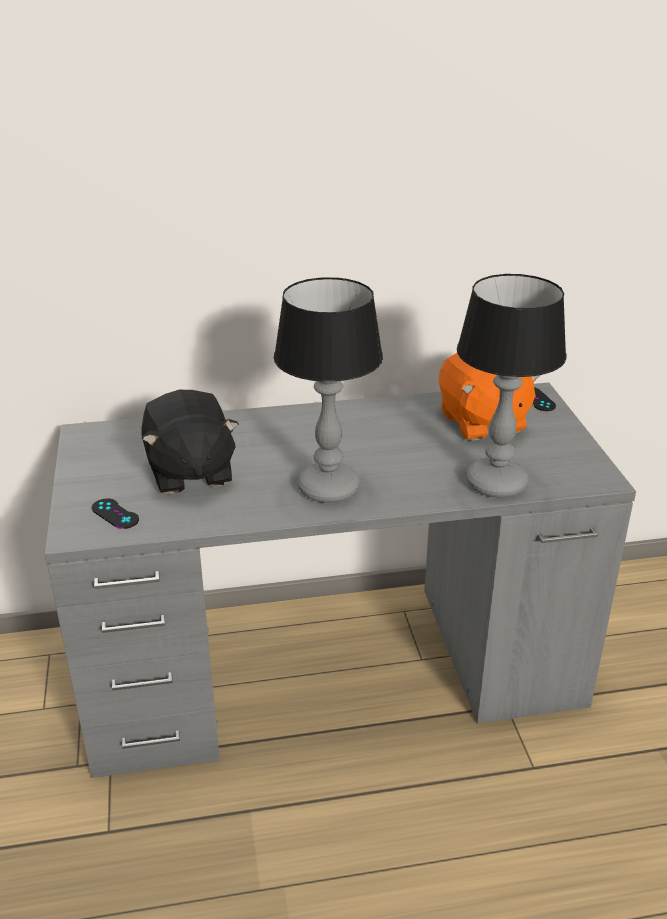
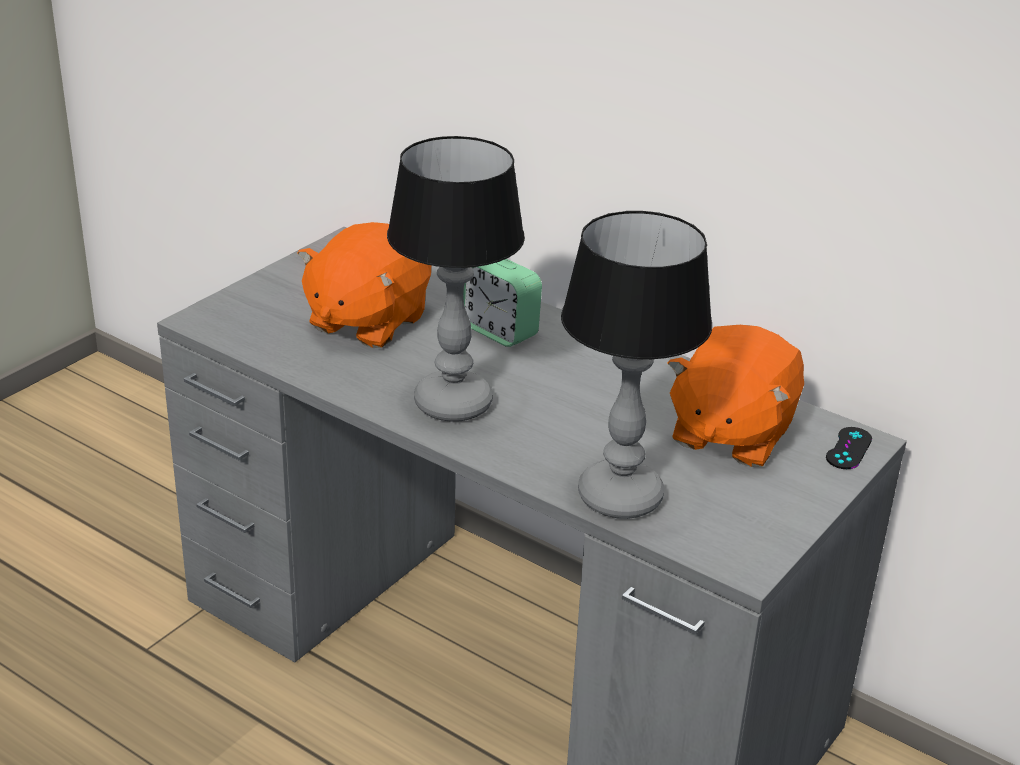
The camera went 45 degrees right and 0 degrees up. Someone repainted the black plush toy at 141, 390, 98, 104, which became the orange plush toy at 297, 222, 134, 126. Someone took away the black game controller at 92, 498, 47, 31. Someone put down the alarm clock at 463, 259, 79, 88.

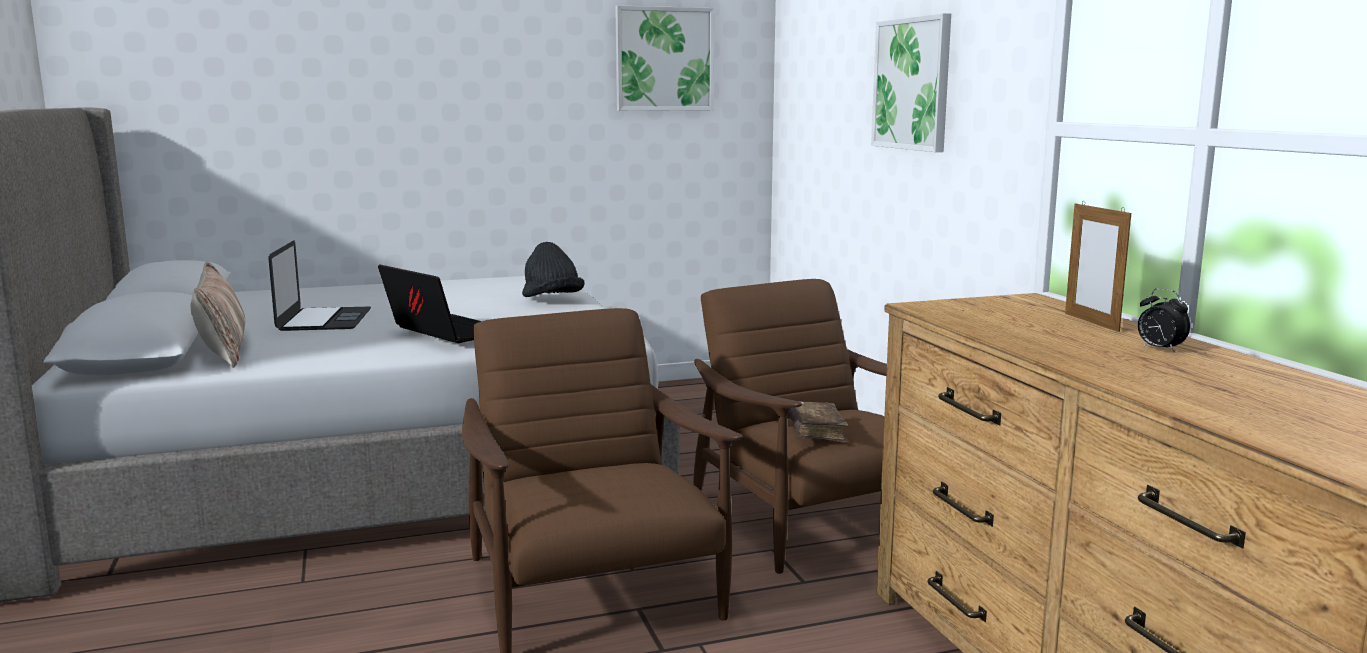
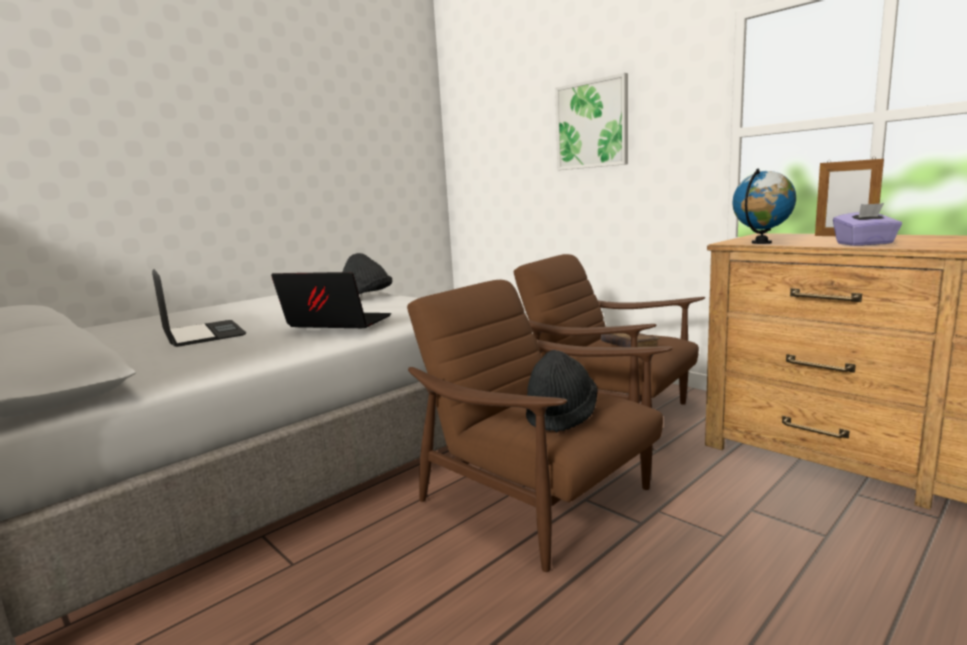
The camera went 25 degrees left and 0 degrees up. Someone took away the picture at 615, 5, 99, 106. Someone took away the pillow at 190, 261, 55, 107. Someone took away the alarm clock at 1138, 288, 52, 65. Someone put down the globe at 732, 169, 64, 75. Someone put down the purple tissue box at 833, 203, 69, 43. Someone put down the black hat at 526, 350, 72, 83.

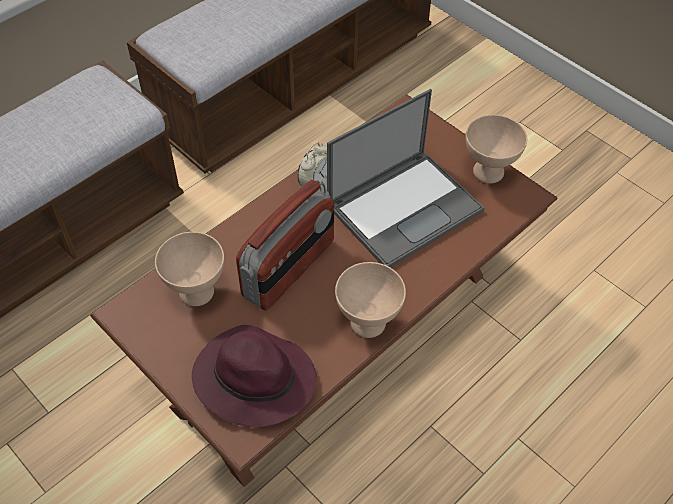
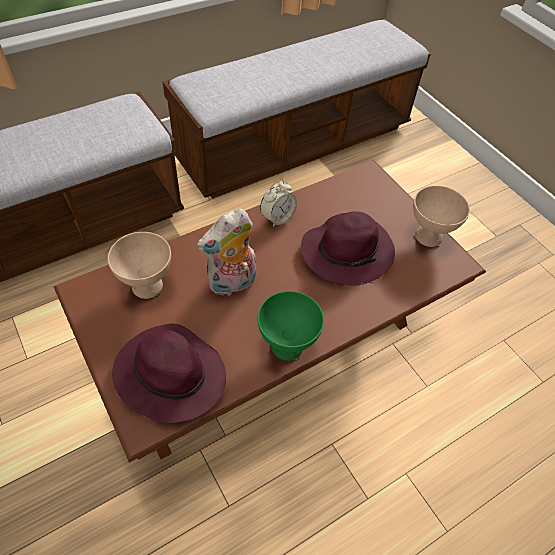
The camera went 10 degrees right and 0 degrees up. Someone swapped the laptop at 327, 89, 157, 179 for the purple hat at 301, 211, 94, 75. Someone swapped the radio at 236, 180, 98, 131 for the plush toy at 197, 209, 59, 87. Someone repainted the beige bowl at 335, 262, 71, 76, which became the green bowl at 257, 291, 67, 70.

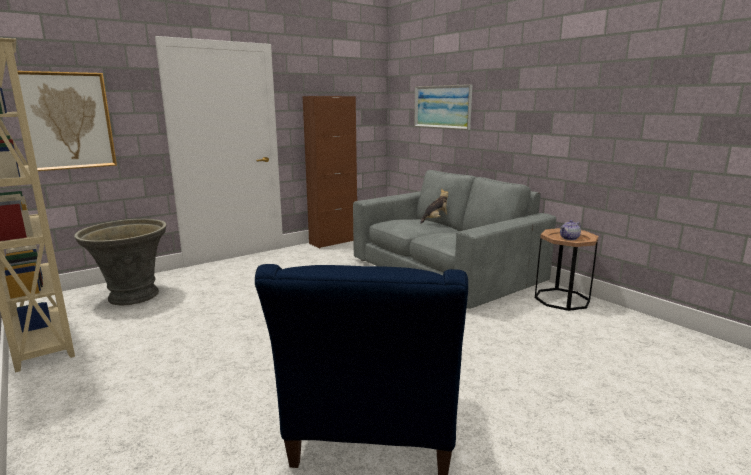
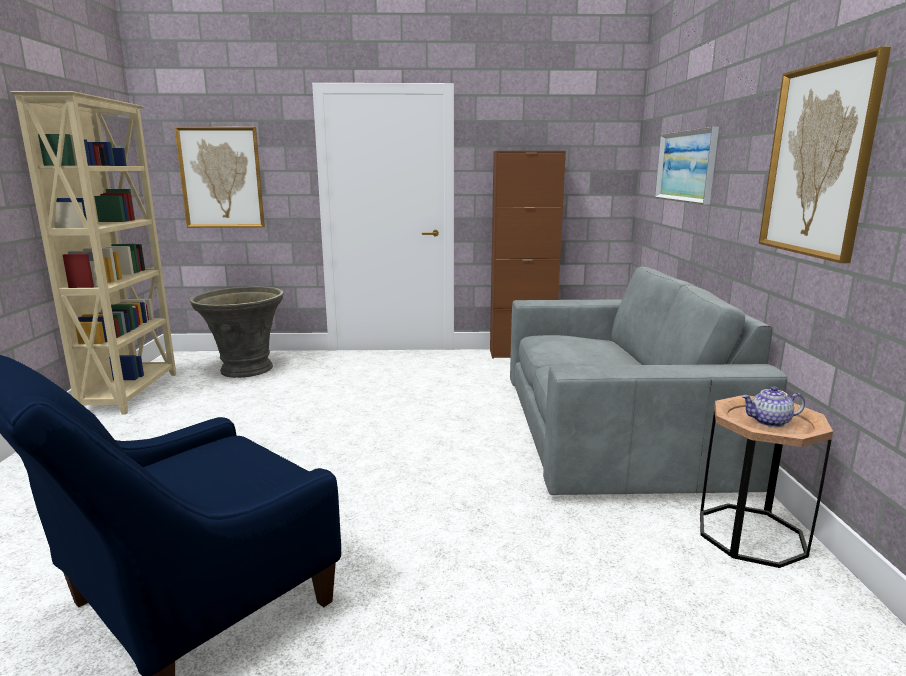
The camera went 35 degrees right and 0 degrees up. Someone took away the plush toy at 420, 188, 29, 36. Someone put up the picture at 759, 47, 132, 216.

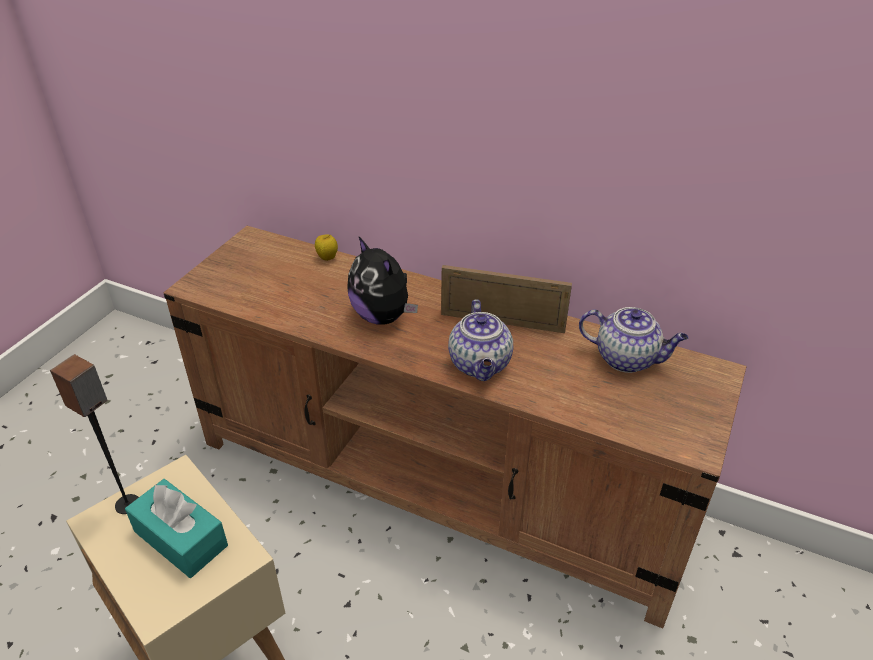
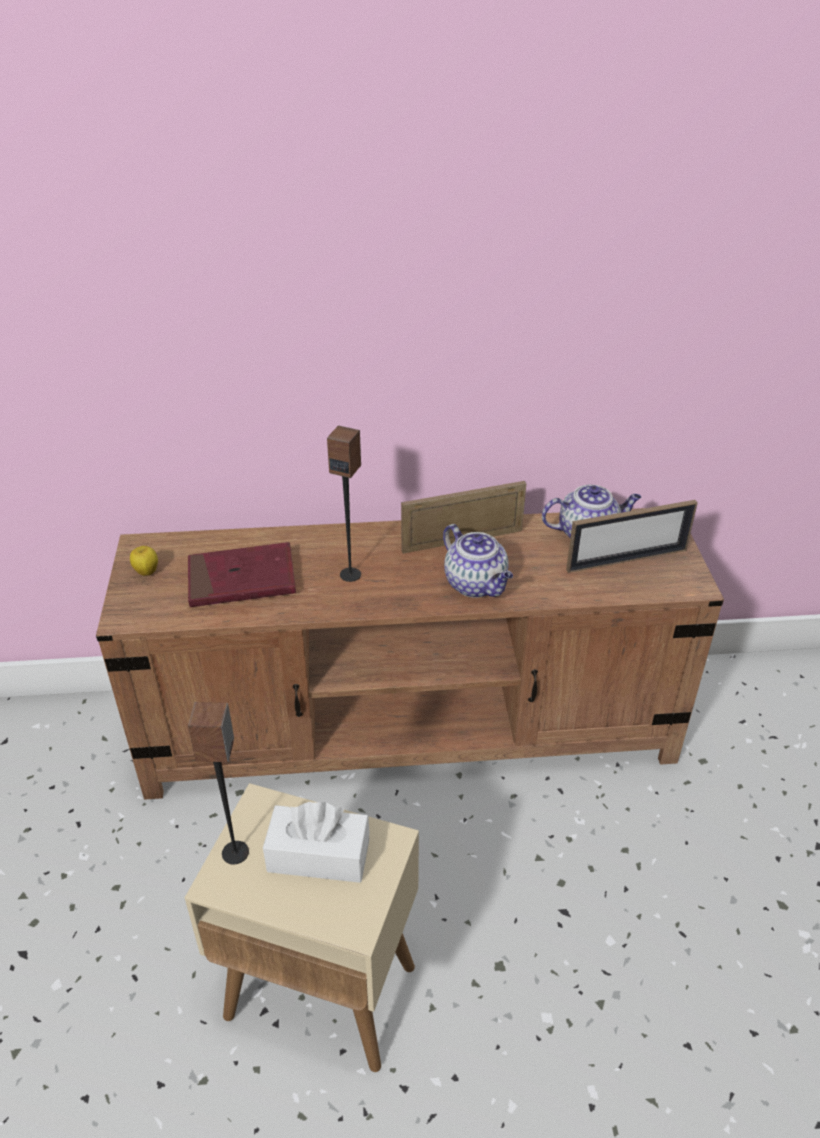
The camera went 30 degrees left and 0 degrees up. Someone carried the apple from 315, 234, 23, 27 to 130, 545, 28, 31. Someone swapped the plush toy at 347, 237, 71, 88 for the speaker at 327, 425, 34, 157. Someone repainted the turquoise tissue box at 125, 479, 103, 99, which became the white tissue box at 263, 802, 107, 81. Someone put down the picture frame at 566, 500, 132, 73. Someone put down the red book at 188, 542, 108, 65.

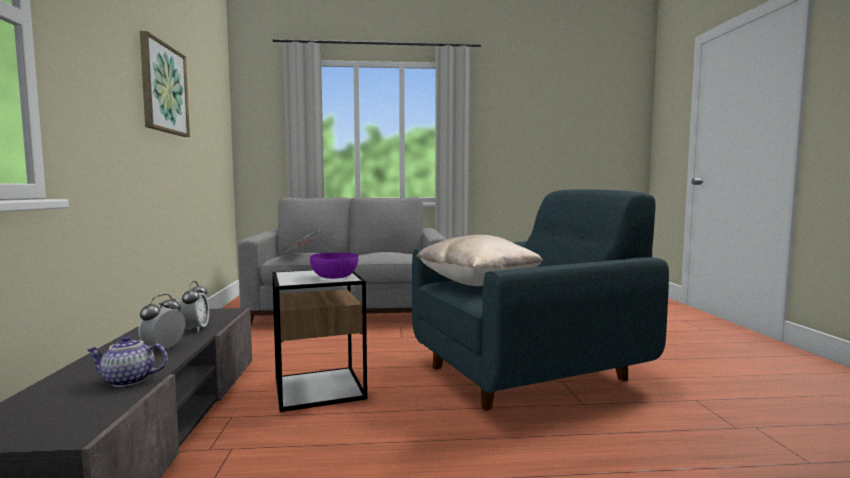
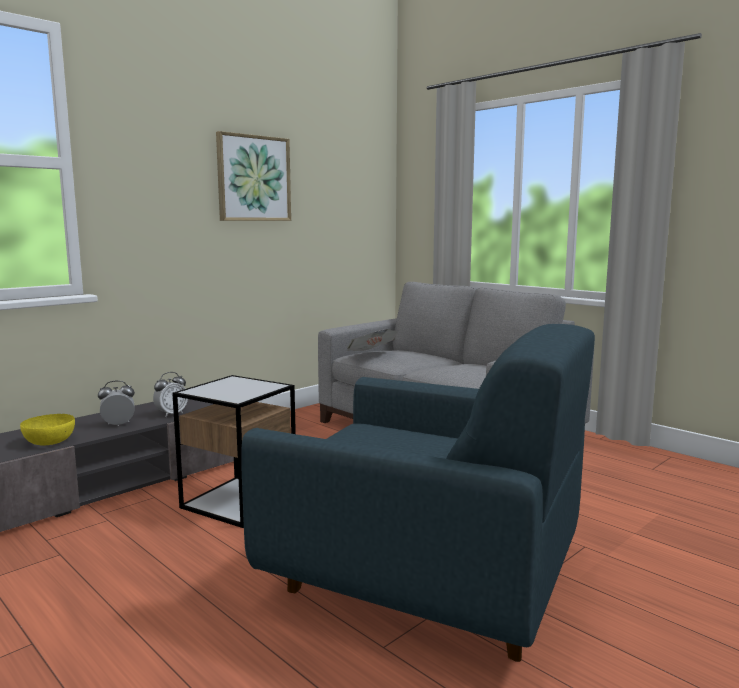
The camera went 50 degrees right and 5 degrees up. Someone took away the beige pillow at 416, 235, 127, 51. Someone took away the purple bowl at 310, 253, 48, 26. Someone swapped the teapot at 86, 336, 82, 51 for the yellow bowl at 20, 414, 55, 31.

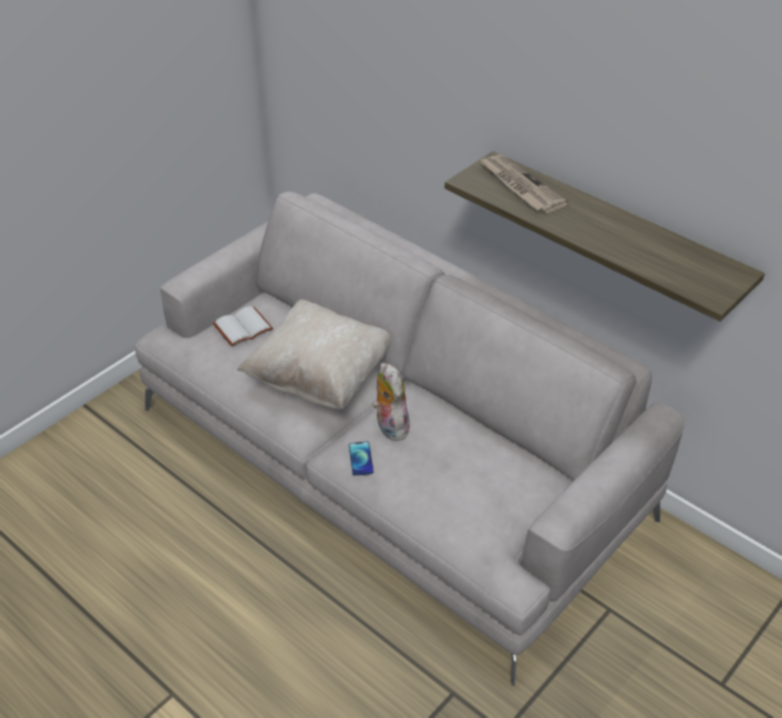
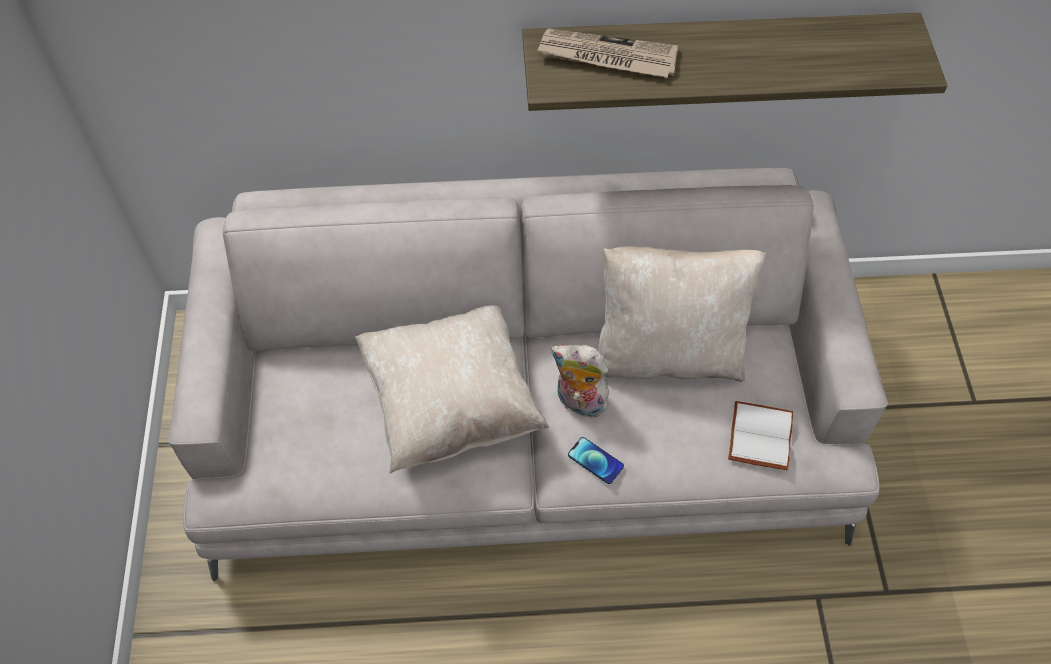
The camera went 45 degrees left and 15 degrees up. Someone carried the white book from 213, 306, 60, 41 to 728, 401, 65, 69. Someone put down the beige pillow at 599, 246, 167, 136.

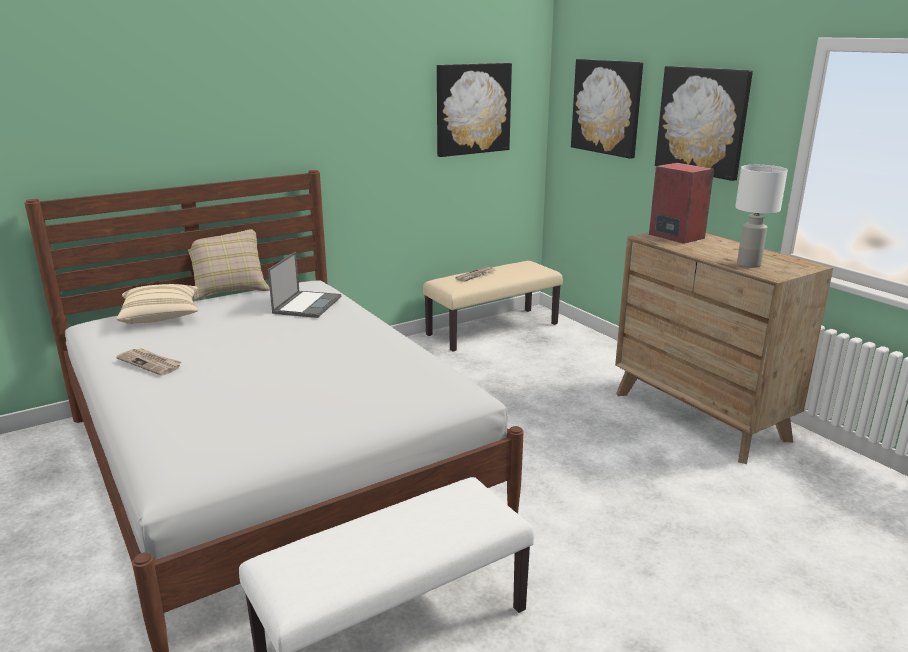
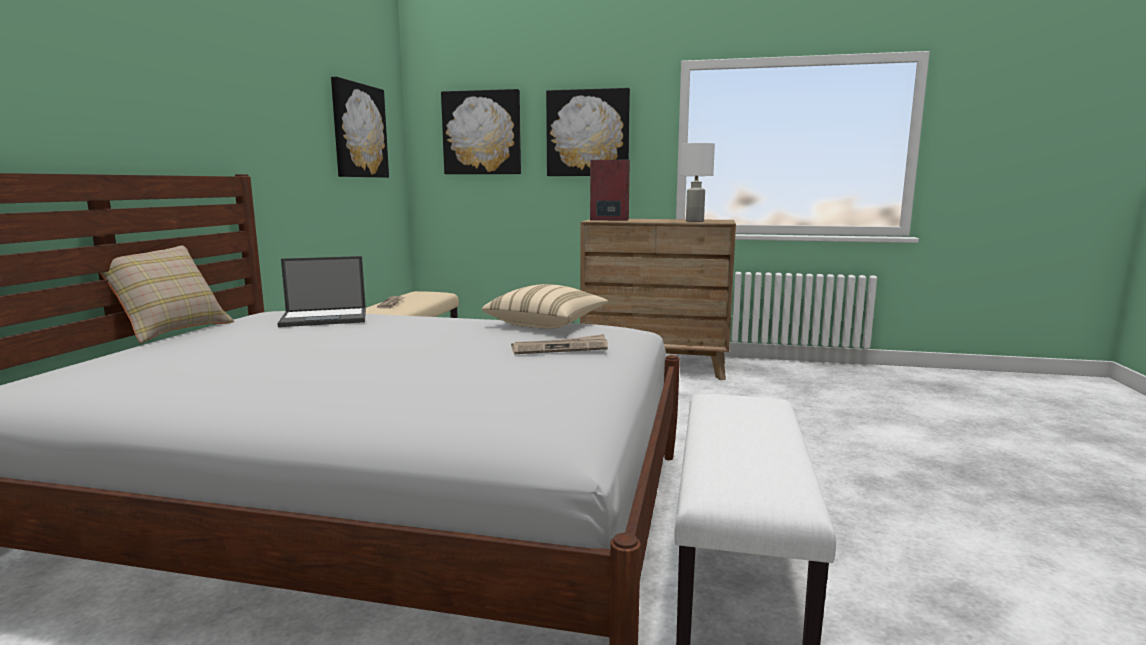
The camera went 45 degrees left and 10 degrees down. Someone rotated the laptop at 268, 252, 73, 66 by 105 degrees clockwise. Someone carried the beige pillow from 116, 284, 82, 40 to 482, 284, 126, 45. Someone carried the newspaper from 116, 348, 66, 28 to 511, 334, 97, 20.

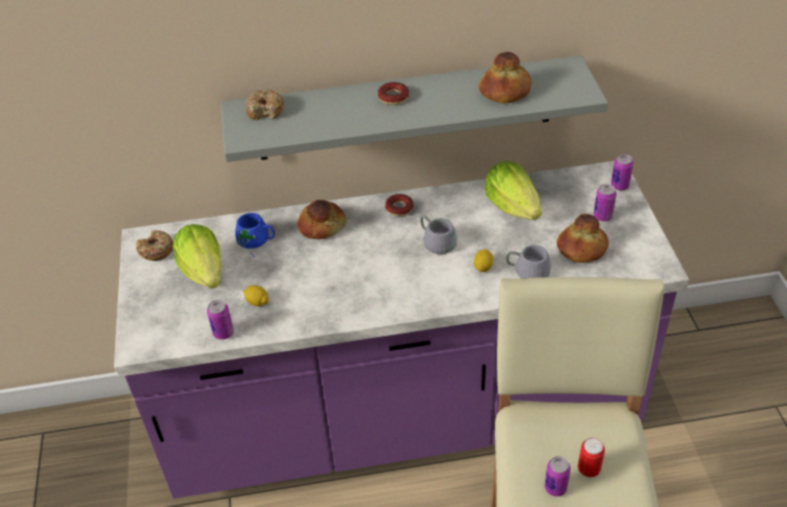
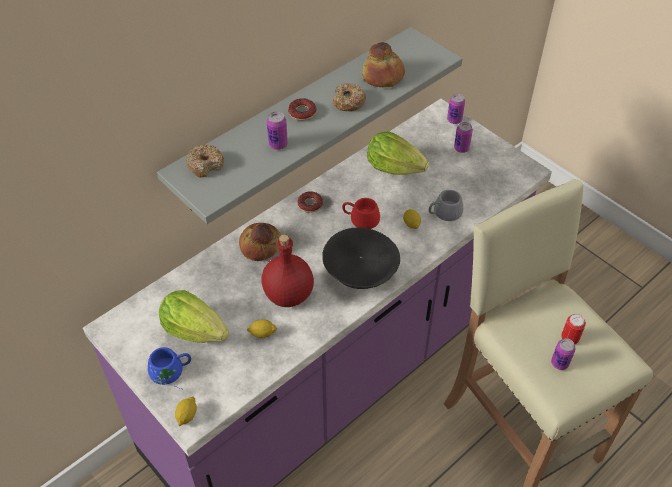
The camera went 35 degrees left and 5 degrees up. Someone carried the blue mug from 235, 213, 40, 43 to 148, 347, 43, 42. Someone took away the bread at 557, 214, 52, 49. Someone repainted the grey mug at 420, 215, 37, 39, which became the red mug at 342, 198, 38, 31. Someone carried the donut from 136, 230, 38, 31 to 332, 83, 34, 28. Someone carried the can from 207, 300, 27, 40 to 267, 112, 21, 38. Someone put down the black bowl at 322, 228, 78, 61. Someone put down the red bottle at 261, 234, 53, 73. Someone put down the lemon at 175, 396, 22, 30.

